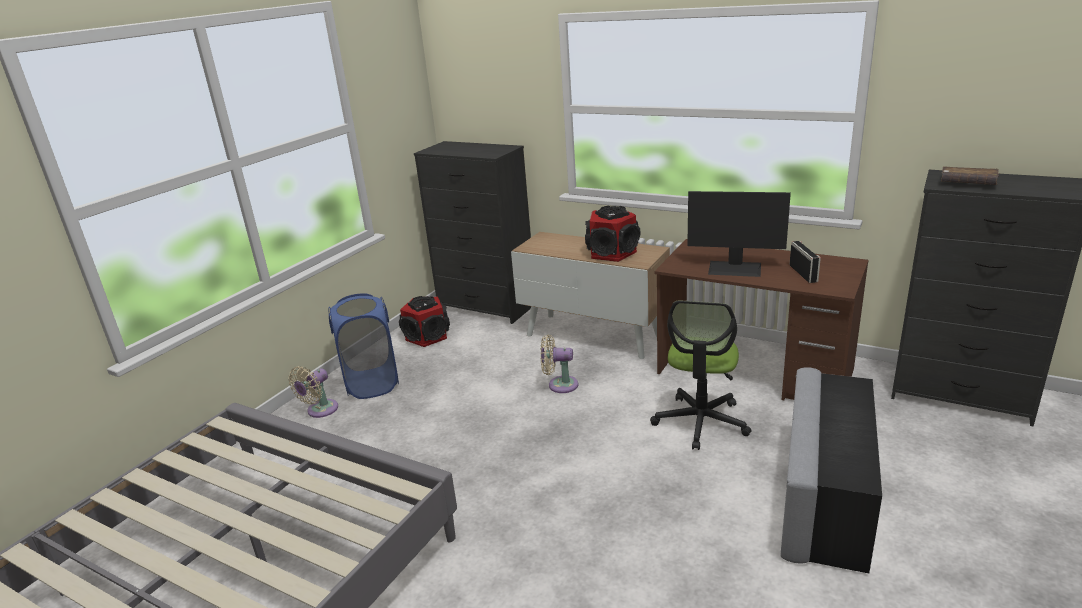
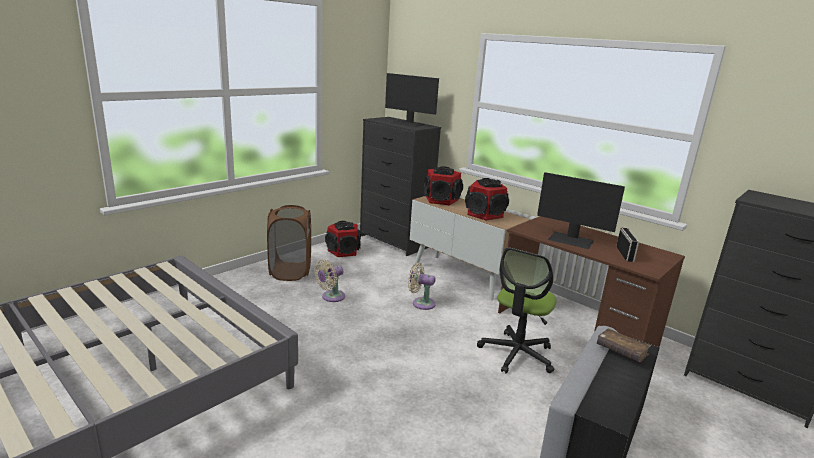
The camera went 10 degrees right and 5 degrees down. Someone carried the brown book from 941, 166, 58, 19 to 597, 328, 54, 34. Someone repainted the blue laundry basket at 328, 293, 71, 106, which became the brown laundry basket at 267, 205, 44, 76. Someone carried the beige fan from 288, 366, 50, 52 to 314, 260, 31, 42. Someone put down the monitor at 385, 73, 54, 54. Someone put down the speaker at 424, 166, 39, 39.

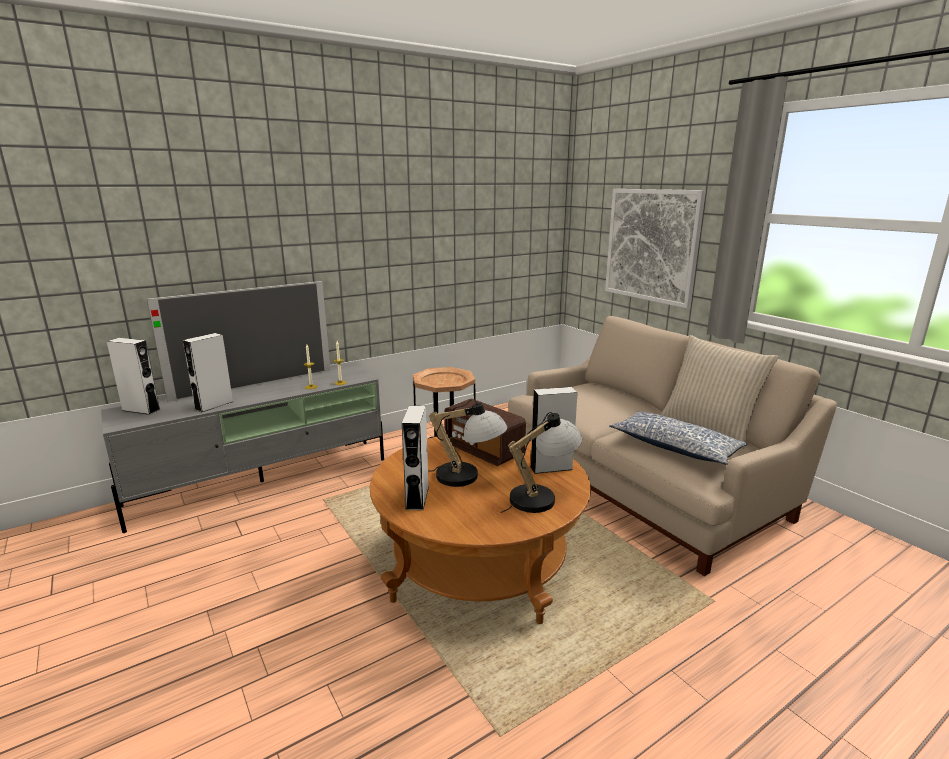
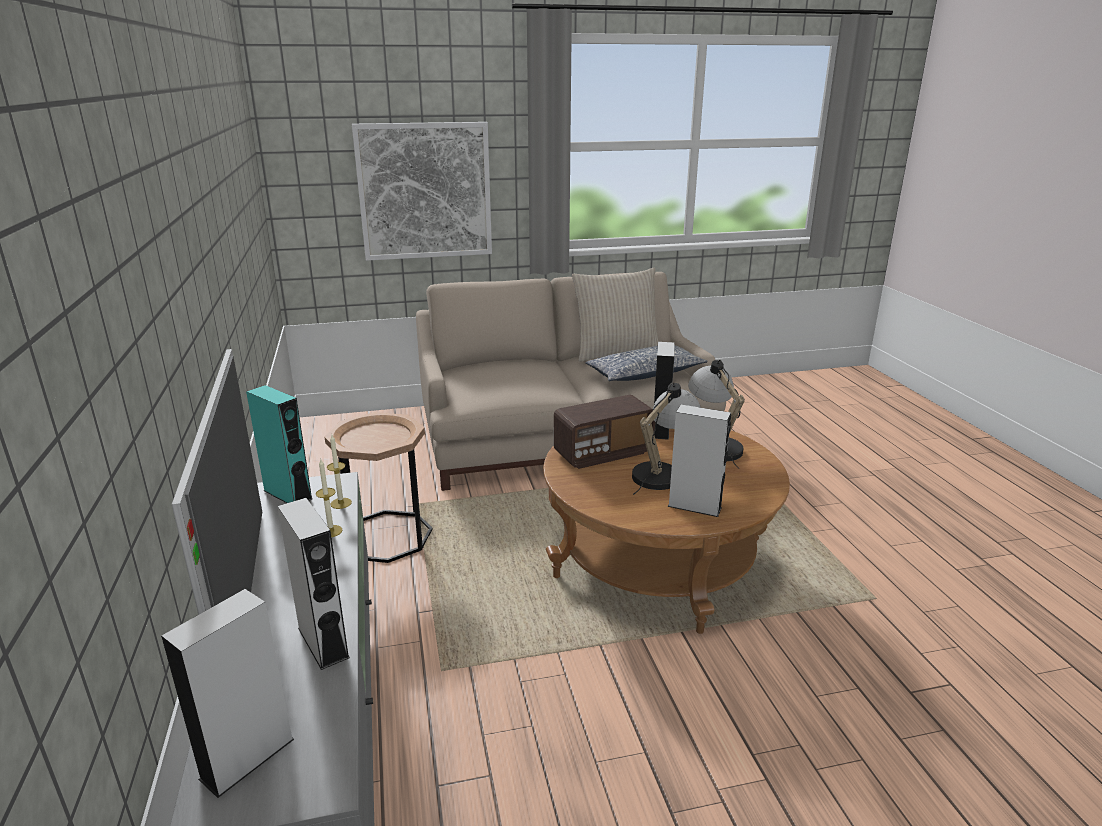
The camera went 70 degrees left and 5 degrees up. Someone put down the turquoise speaker at 246, 385, 67, 118.

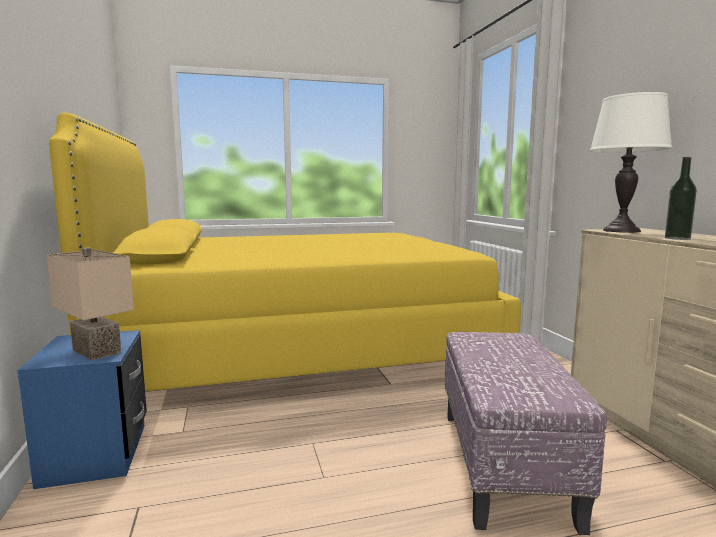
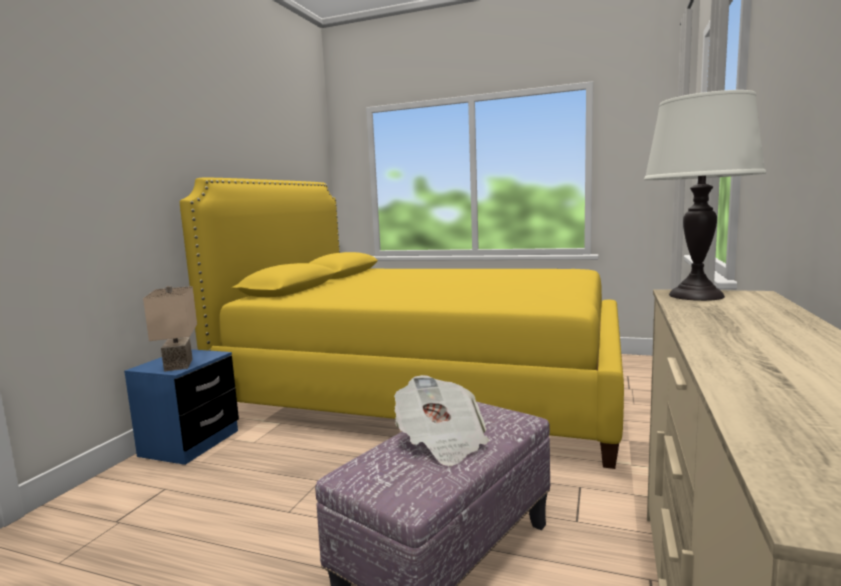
The camera went 35 degrees right and 0 degrees up. Someone took away the bottle at 665, 157, 32, 83. Someone put down the newspaper at 394, 375, 95, 91.

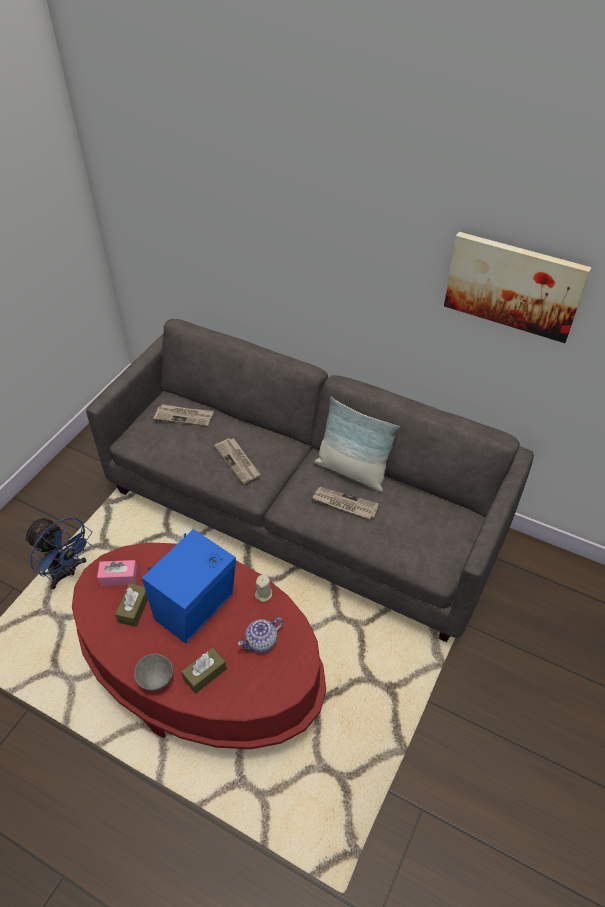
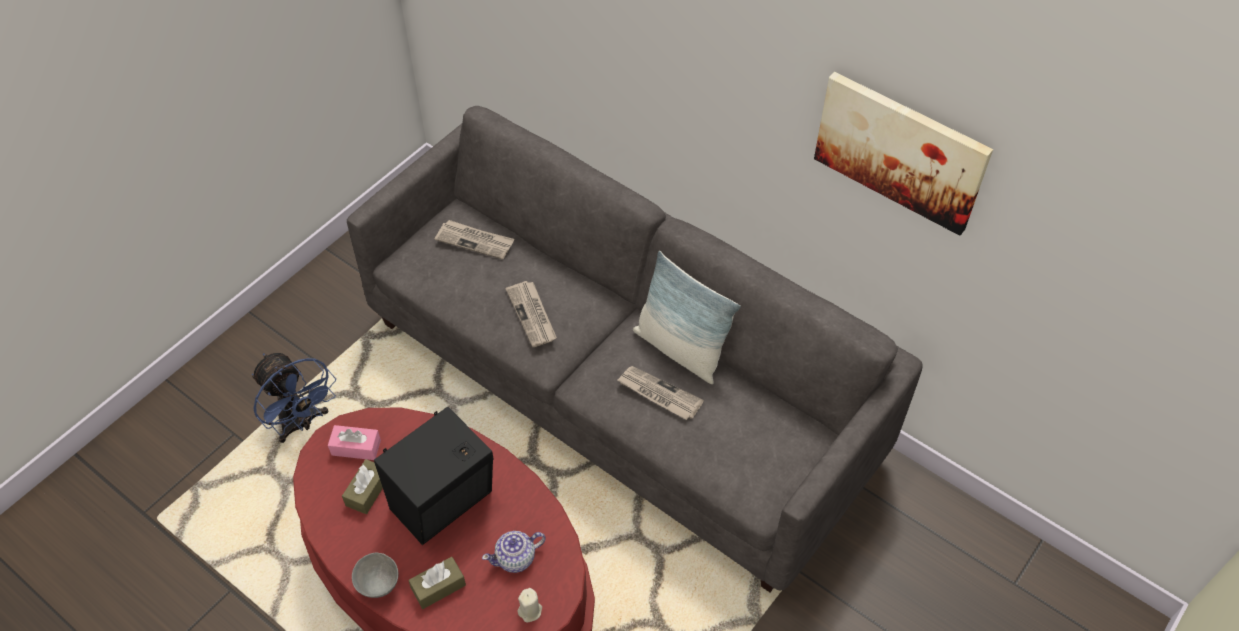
The camera went 10 degrees right and 5 degrees up. Someone repainted the blue speaker at 142, 529, 94, 114, which became the black speaker at 374, 407, 120, 138. Someone carried the beige candle from 255, 574, 17, 28 to 518, 588, 24, 34.

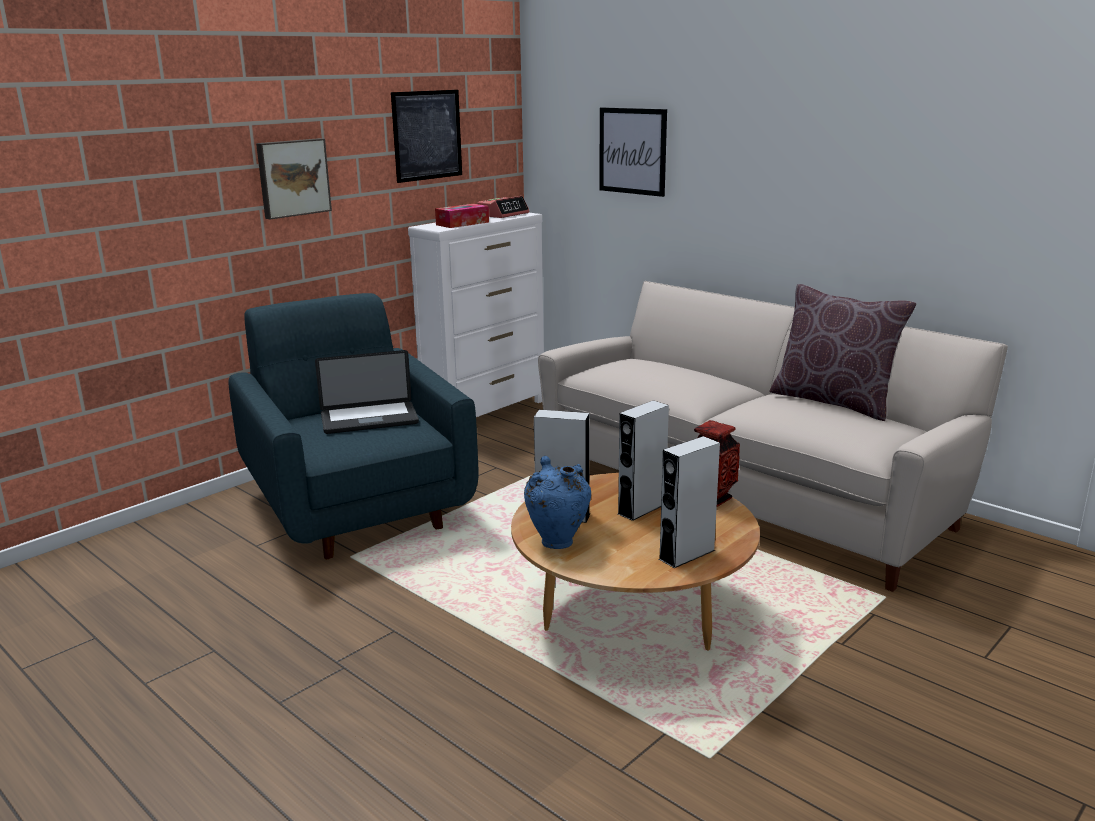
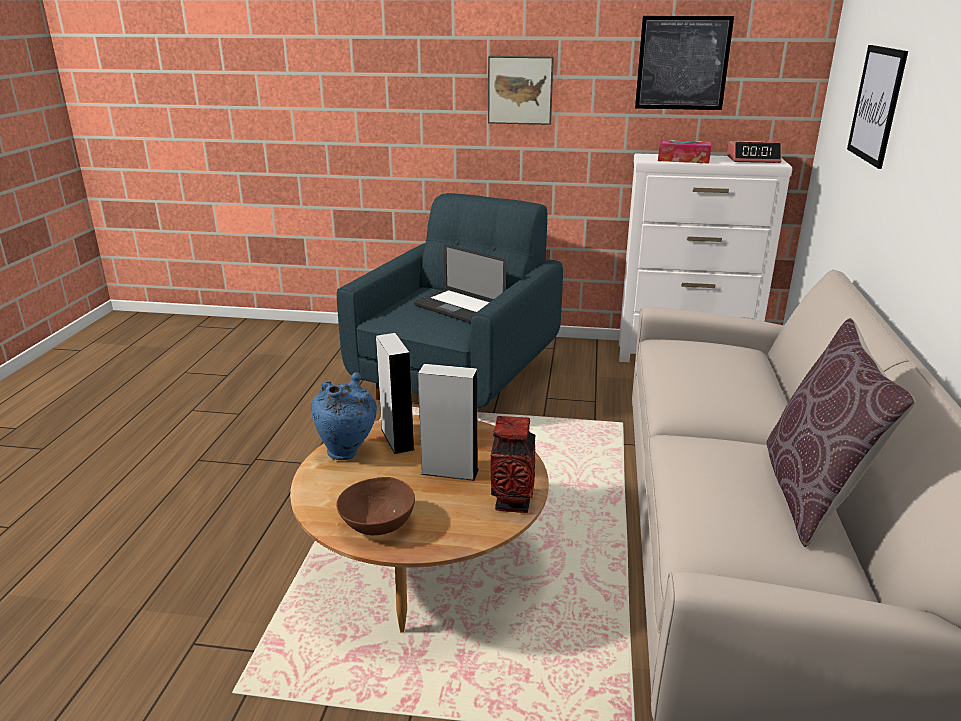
The camera went 55 degrees right and 5 degrees up. Someone swapped the grey speaker at 659, 436, 61, 132 for the brown bowl at 336, 477, 79, 58.

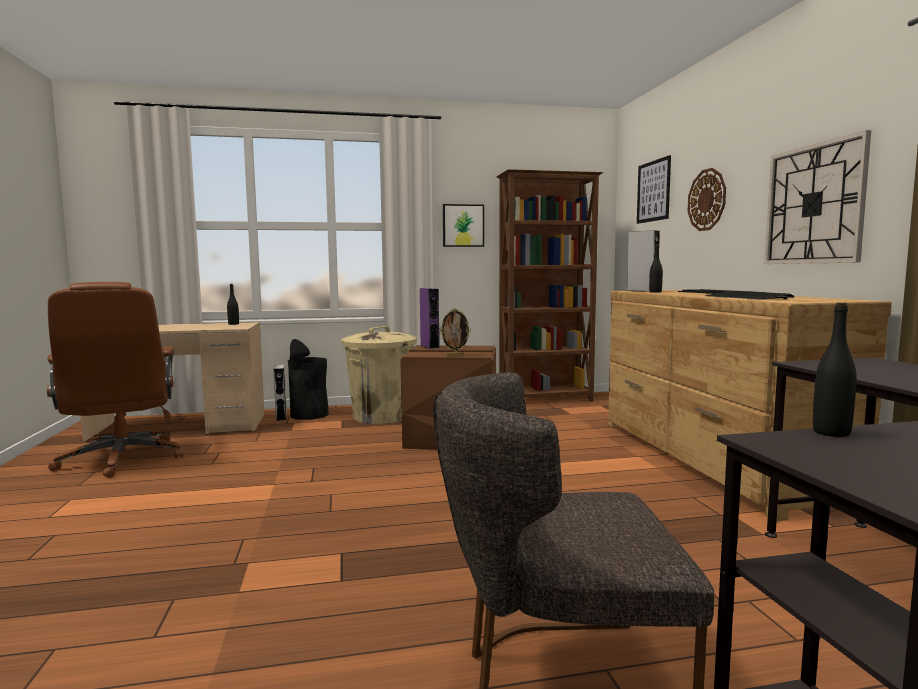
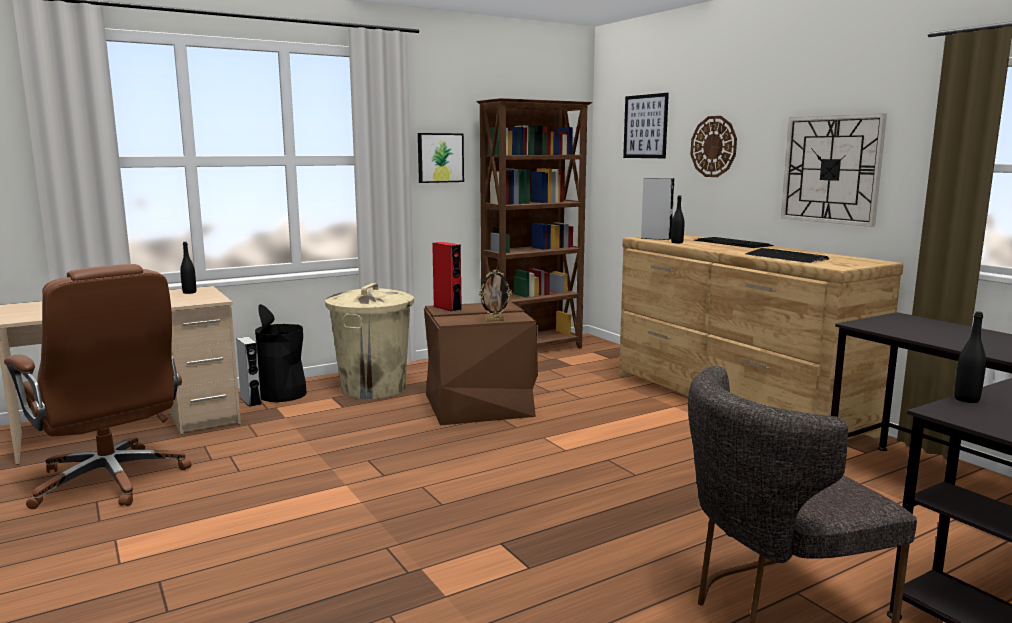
The camera went 20 degrees left and 5 degrees up. Someone repainted the purple speaker at 420, 288, 19, 61, which became the red speaker at 432, 242, 30, 70.

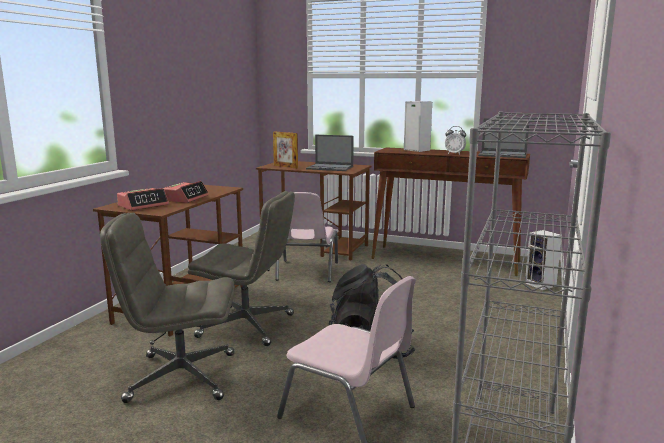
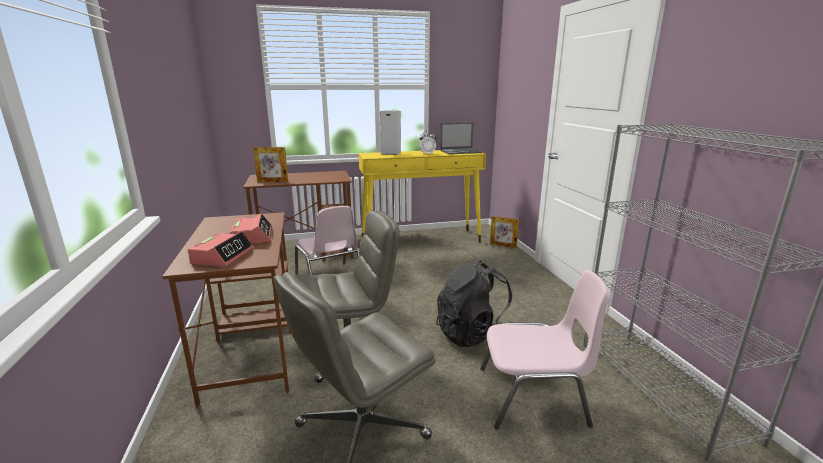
The camera went 35 degrees left and 5 degrees up. Someone took away the laptop at 306, 135, 48, 36. Someone repainted the brown console table at 371, 147, 159, 129, which became the yellow console table at 359, 150, 127, 93. Someone swapped the speaker at 525, 230, 36, 60 for the picture frame at 490, 216, 29, 32.

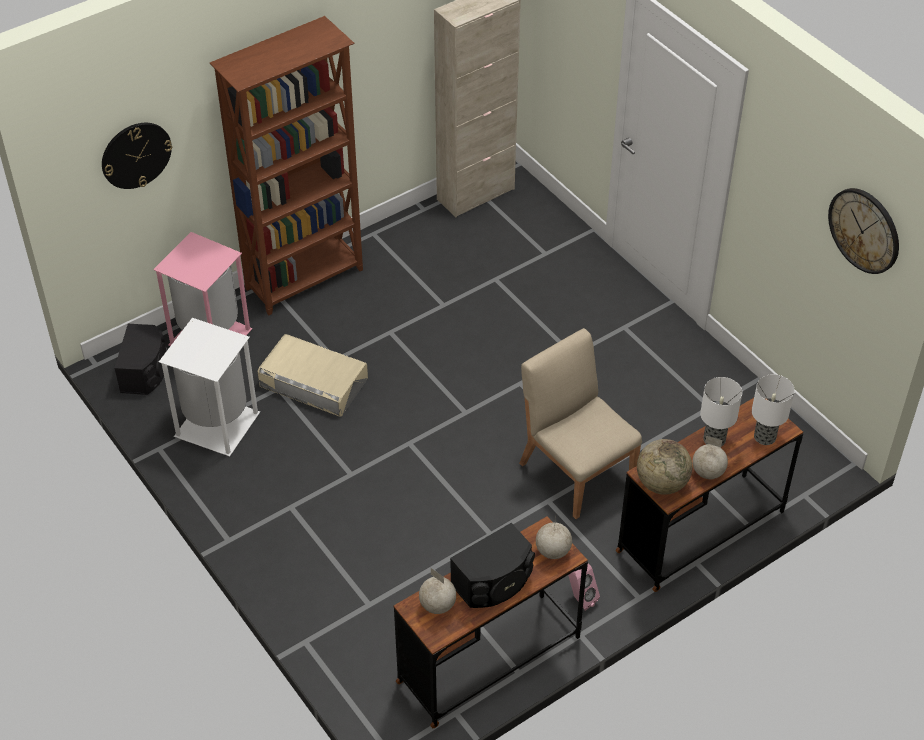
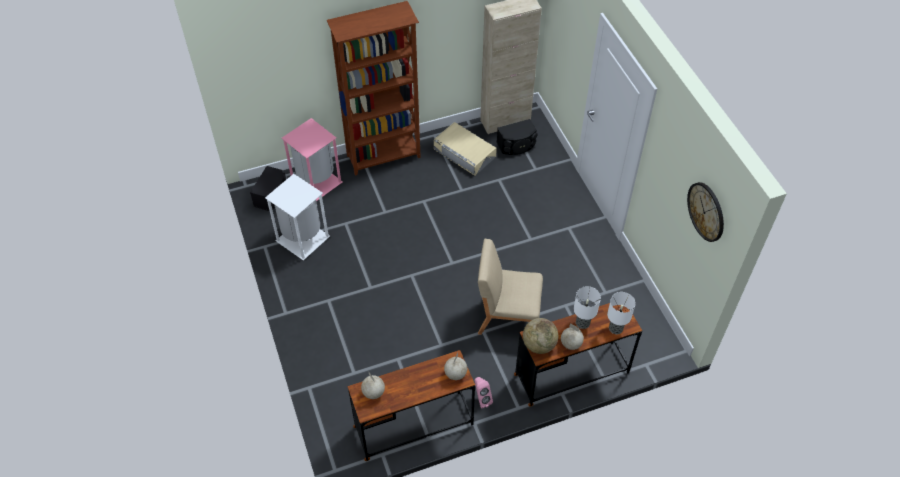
The camera went 15 degrees right and 5 degrees up. Someone took away the wall clock at 102, 123, 70, 66. Someone rotated the beige chair at 519, 328, 123, 191 by 60 degrees counterclockwise. Someone carried the beige storage box from 258, 334, 110, 83 to 434, 122, 63, 54. Someone carried the black speaker from 450, 523, 85, 85 to 497, 119, 41, 36.

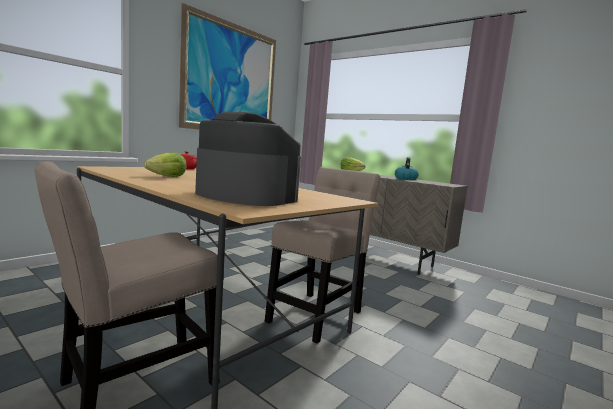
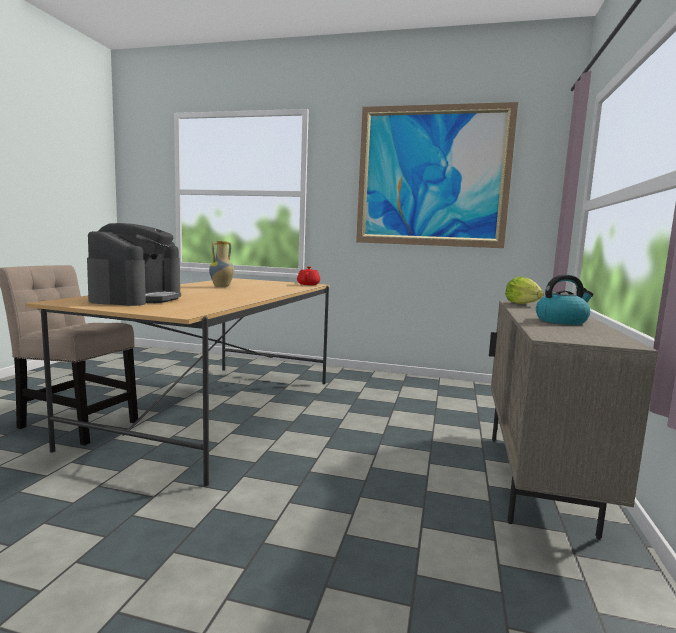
The camera went 65 degrees right and 0 degrees up. Someone swapped the lettuce at 144, 153, 42, 24 for the vase at 209, 241, 25, 46. Someone took away the beige chair at 265, 167, 116, 177.

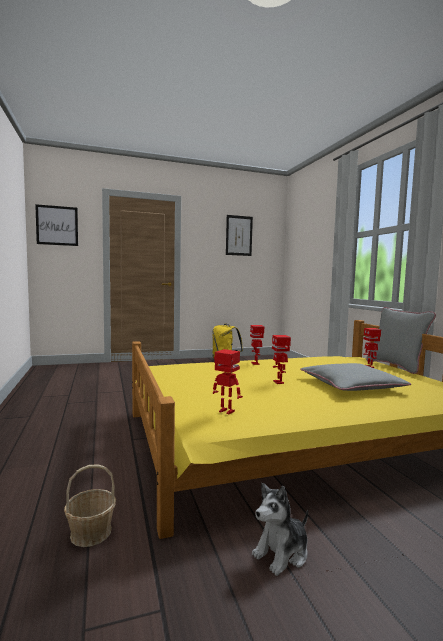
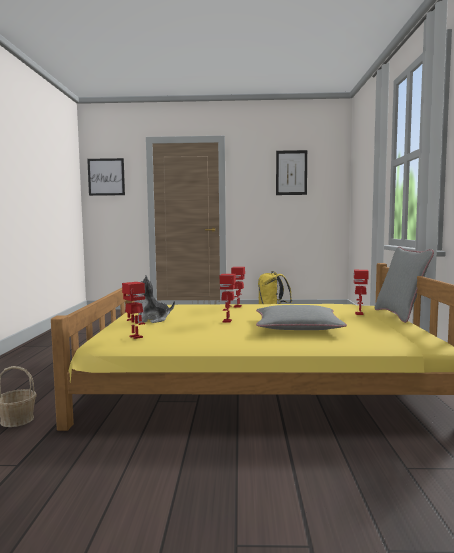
The camera went 20 degrees right and 0 degrees up. Someone carried the plush toy from 252, 483, 56, 93 to 134, 275, 41, 48.

